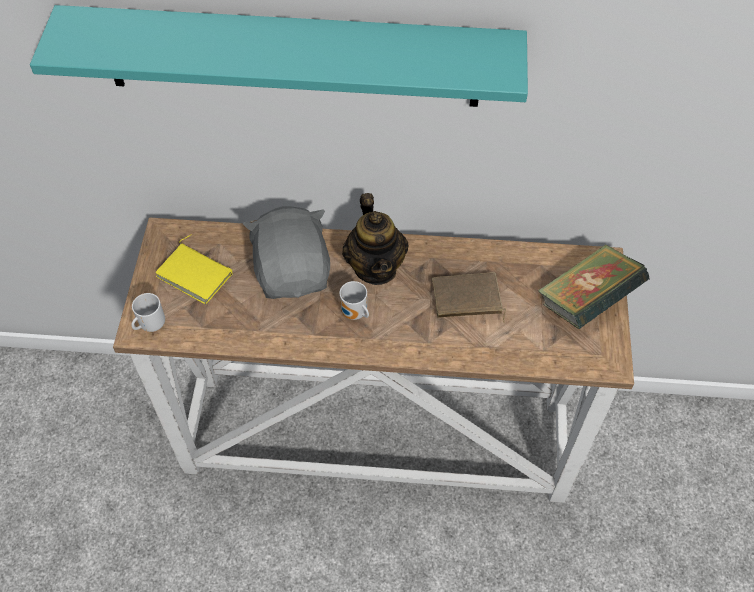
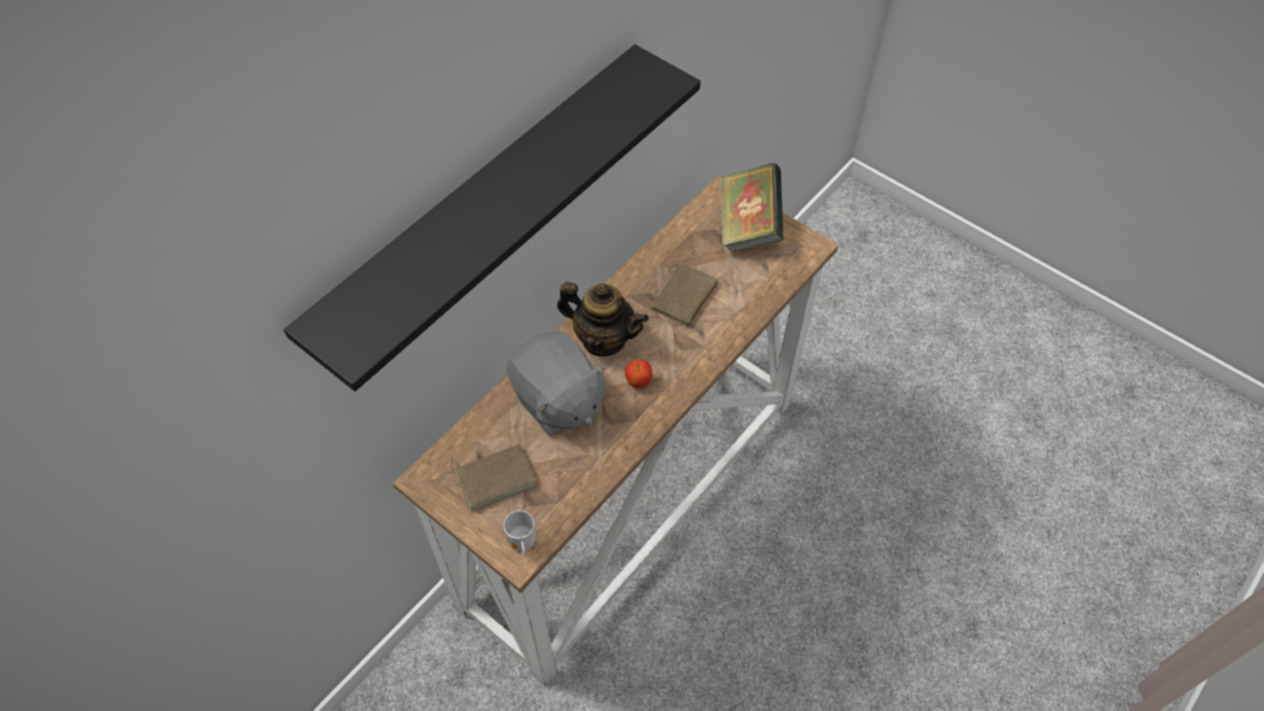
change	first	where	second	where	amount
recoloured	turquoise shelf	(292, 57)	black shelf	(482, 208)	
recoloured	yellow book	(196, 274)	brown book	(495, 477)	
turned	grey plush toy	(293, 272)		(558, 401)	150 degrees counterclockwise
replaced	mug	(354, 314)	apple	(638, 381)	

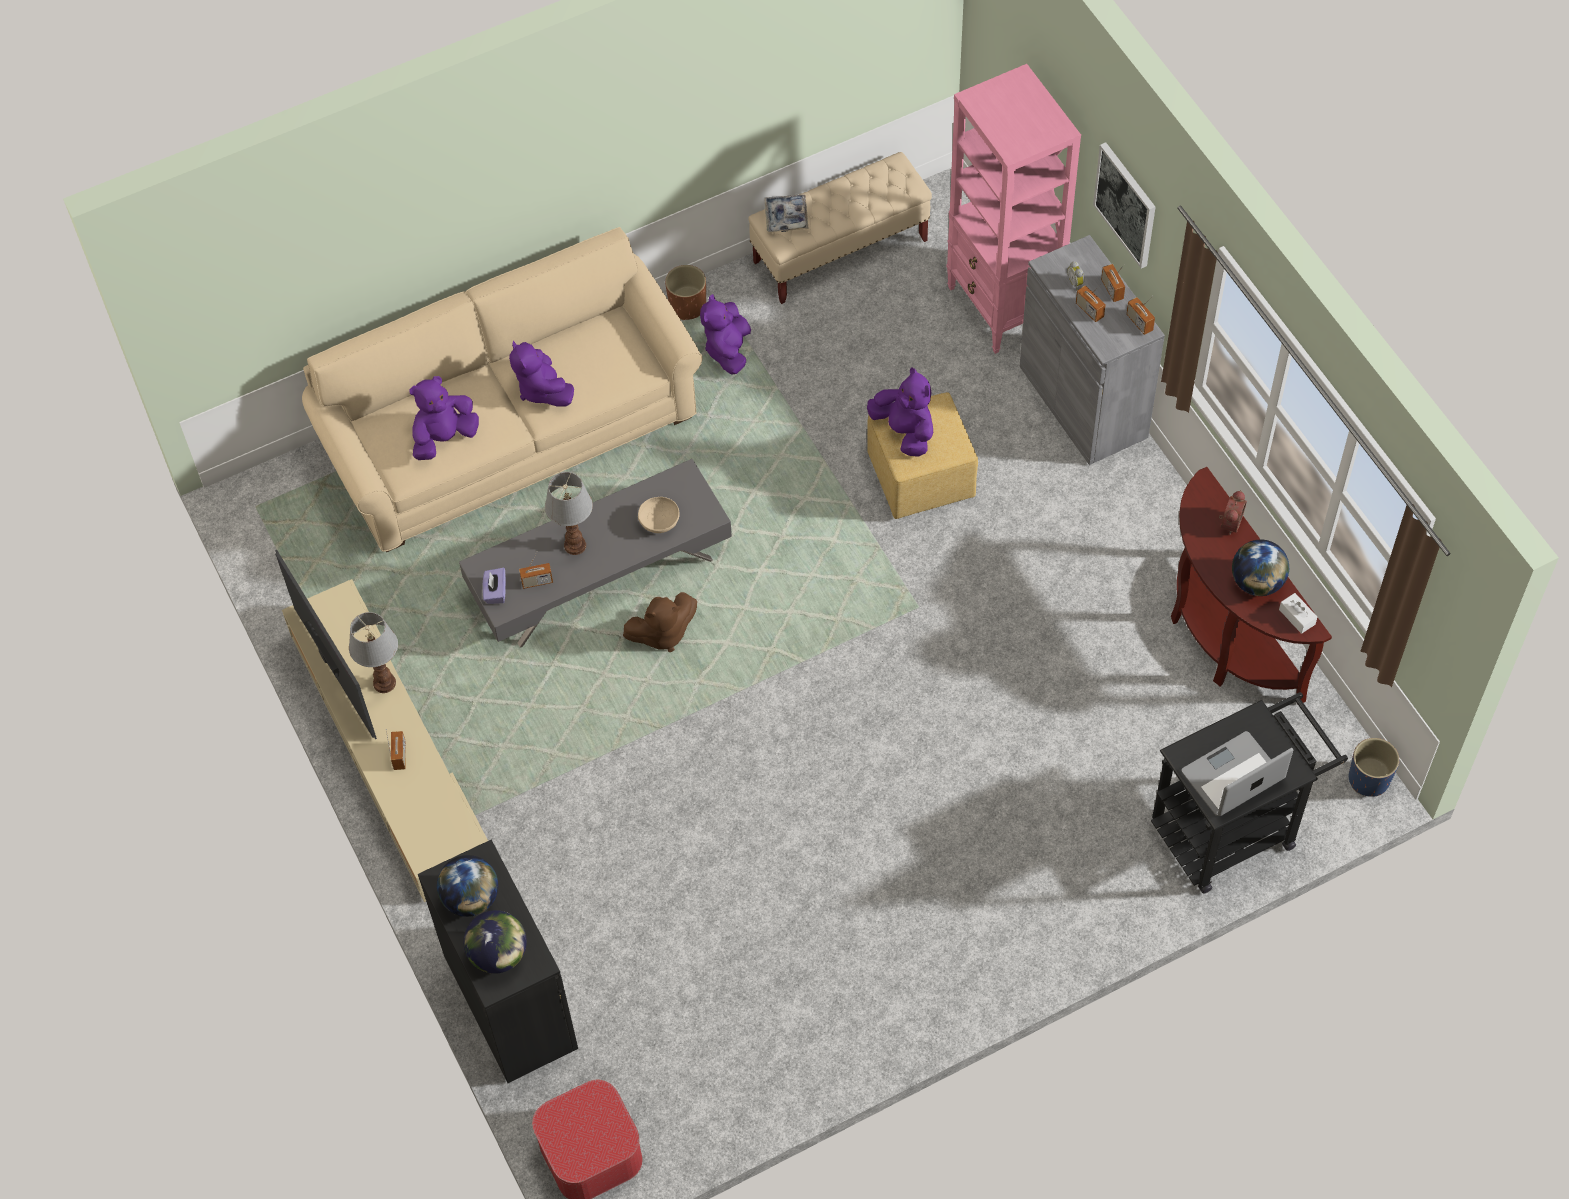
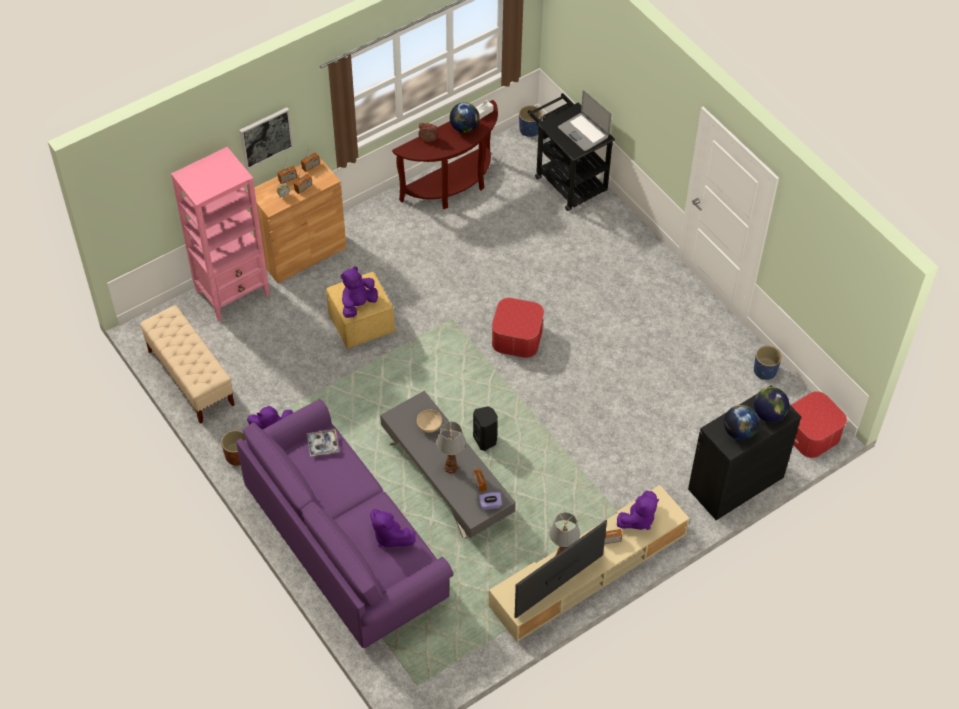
change	first	where	second	where	amount
recoloured	beige sofa	(511, 431)	purple sofa	(344, 541)	
recoloured	grey cabinet	(1083, 402)	brown cabinet	(302, 252)	
moved	tray	(786, 217)		(323, 445)	
replaced	brown plush toy	(662, 633)	black speaker	(485, 440)	
added			ottoman	(517, 337)	
moved	purple plush toy	(542, 389)		(638, 519)	
added			blue planter	(764, 371)	

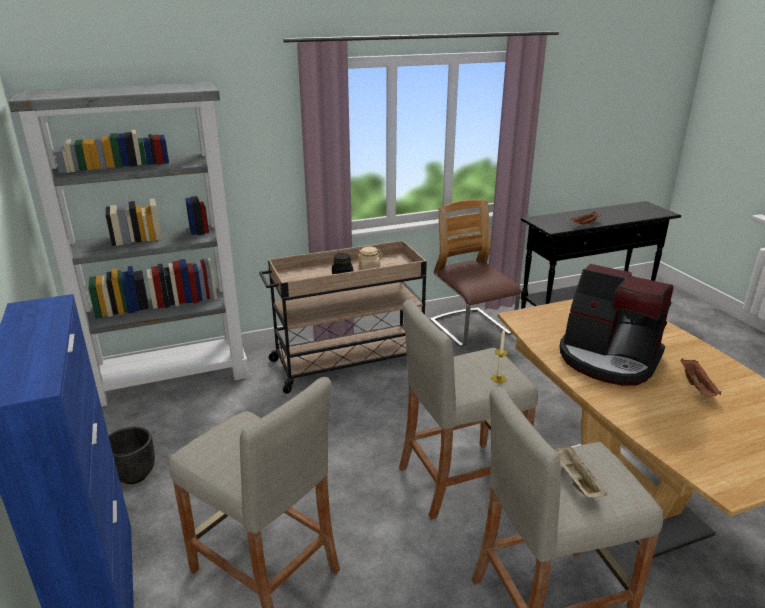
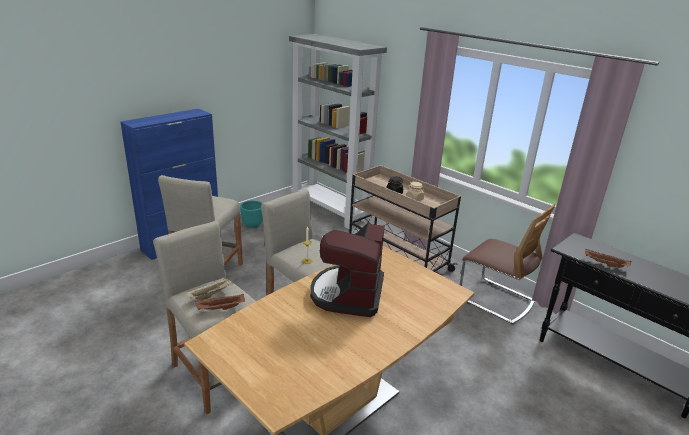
change	first	where	second	where	amount
moved	brown tray	(697, 387)		(220, 309)	
recoloured	black planter	(134, 475)	turquoise planter	(252, 225)	
turned	chair	(471, 329)		(496, 300)	90 degrees clockwise

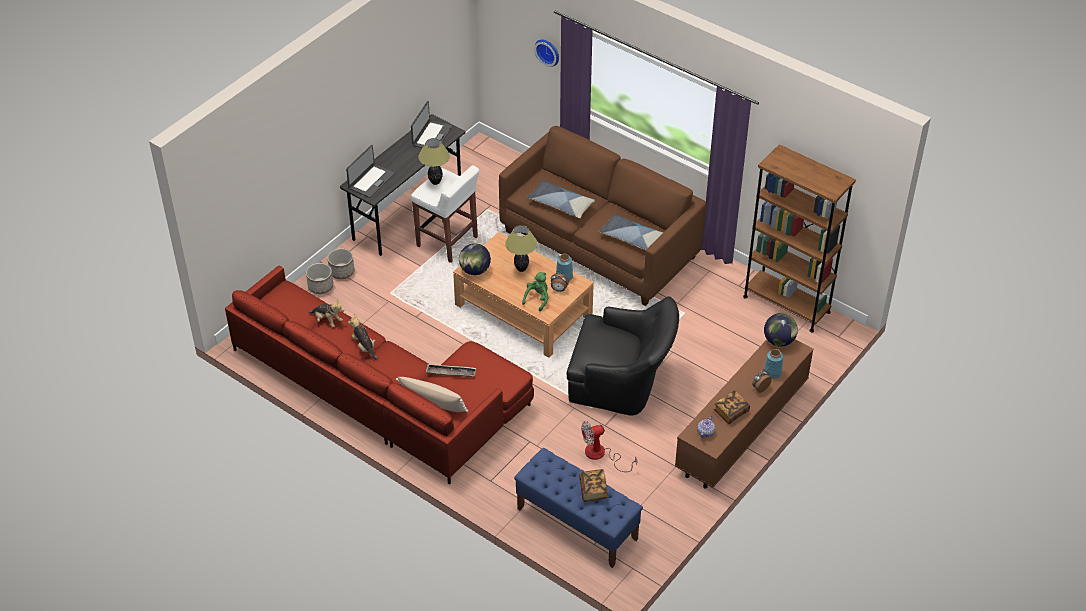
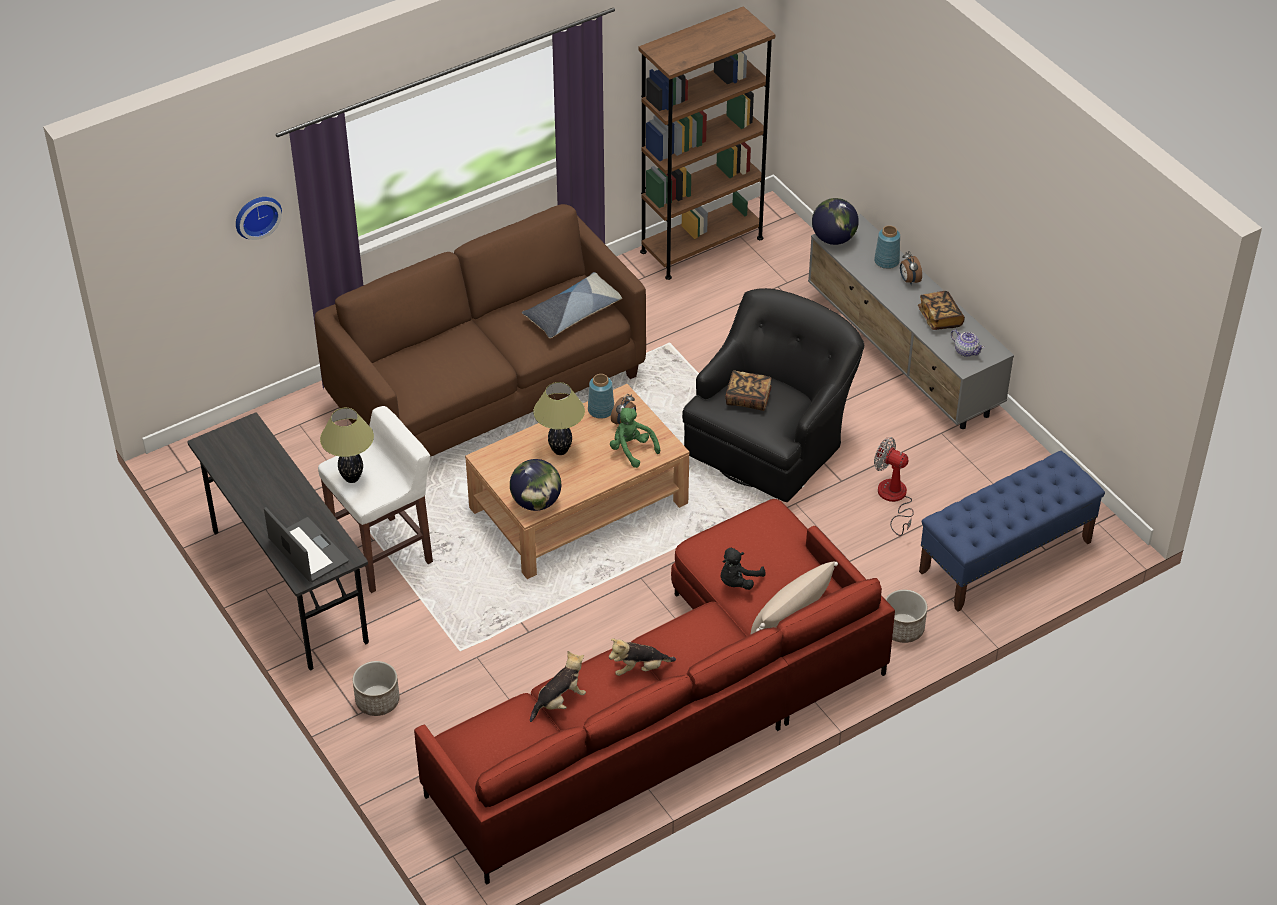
change	first	where	second	where	amount
replaced	tray	(451, 372)	black plush toy	(738, 581)	
moved	book	(593, 490)		(748, 398)	
recoloured	brown tv stand	(740, 430)	grey tv stand	(903, 354)	
turned	fan	(601, 455)		(894, 499)	120 degrees clockwise
moved	planter	(320, 286)		(902, 628)	
removed	laptop	(431, 136)			
removed	pillow	(561, 204)			

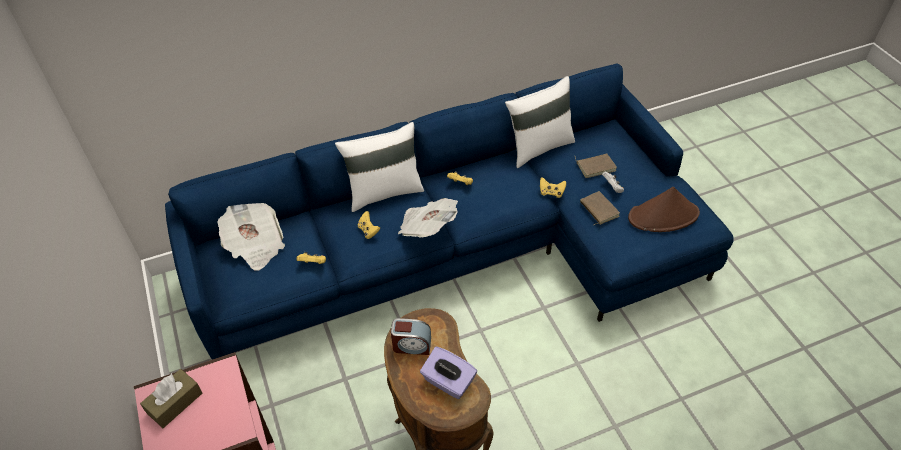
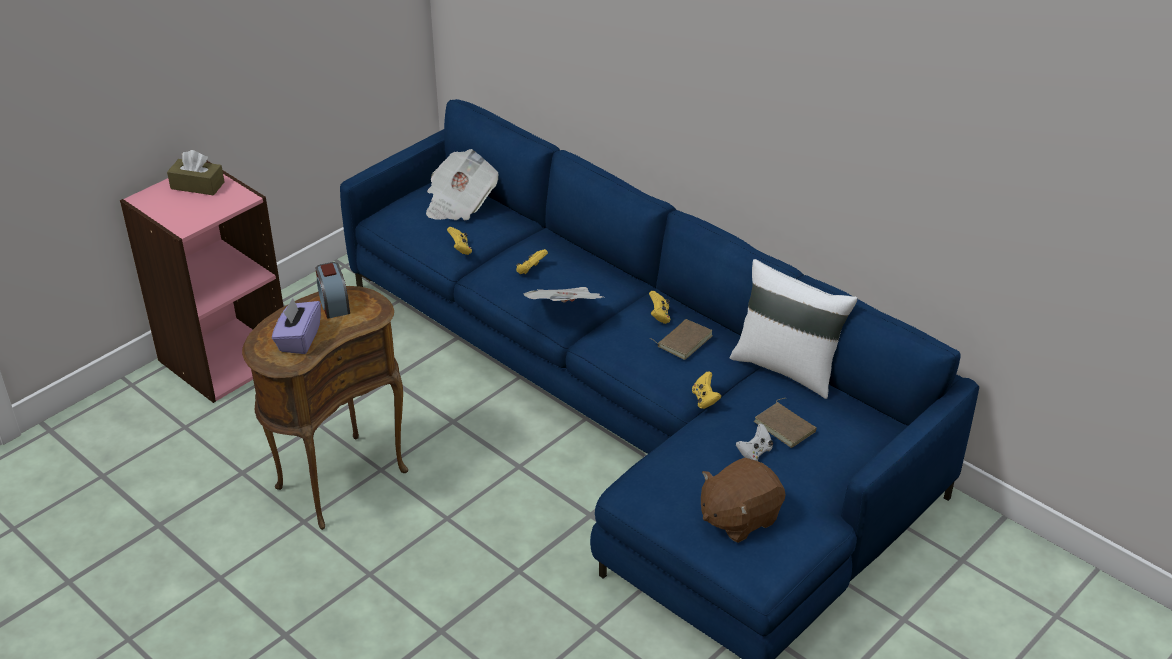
change	first	where	second	where	amount
moved	brown book	(598, 210)		(683, 341)	
replaced	brown hat	(663, 216)	brown plush toy	(738, 517)	
removed	white pillow	(384, 192)			

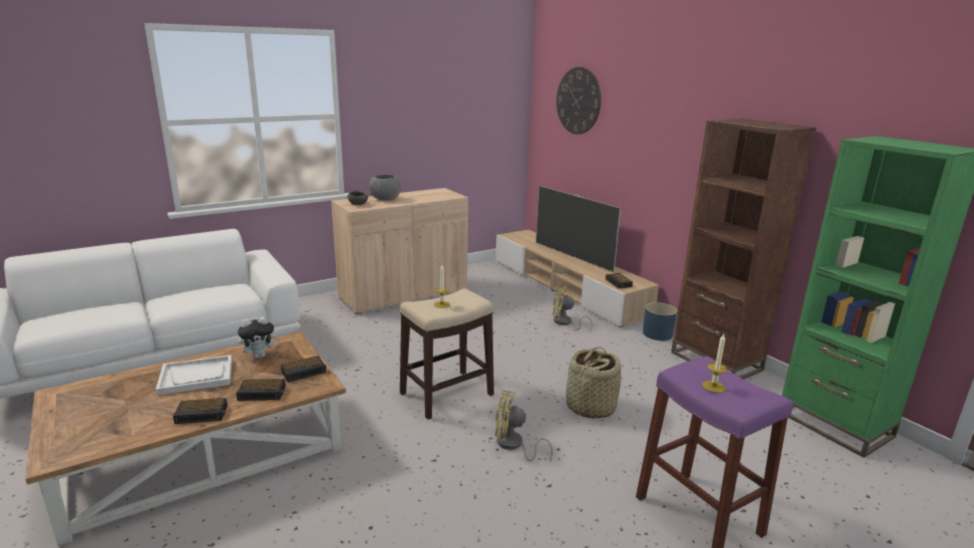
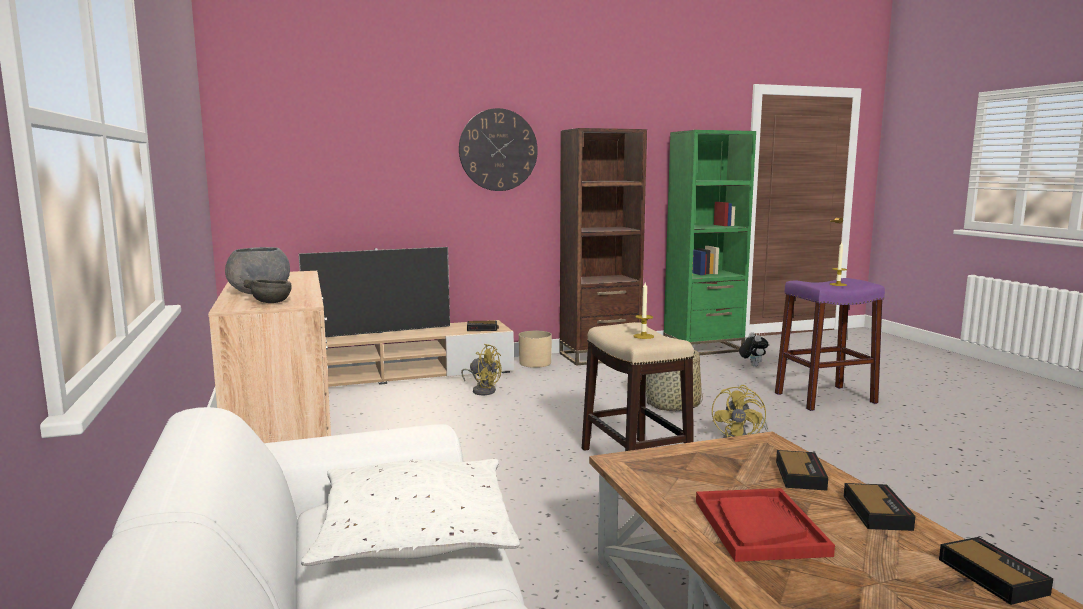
change	first	where	second	where	amount
added			white pillow	(414, 532)	
moved	wall clock	(578, 101)		(498, 150)	
turned	yellow fan	(565, 323)		(483, 390)	90 degrees counterclockwise
recoloured	blue planter	(657, 334)	beige planter	(535, 363)	
recoloured	white tray	(196, 376)	red tray	(759, 527)	
moved	plush toy	(260, 356)		(752, 365)	
moved	alarm clock	(304, 371)		(990, 575)	

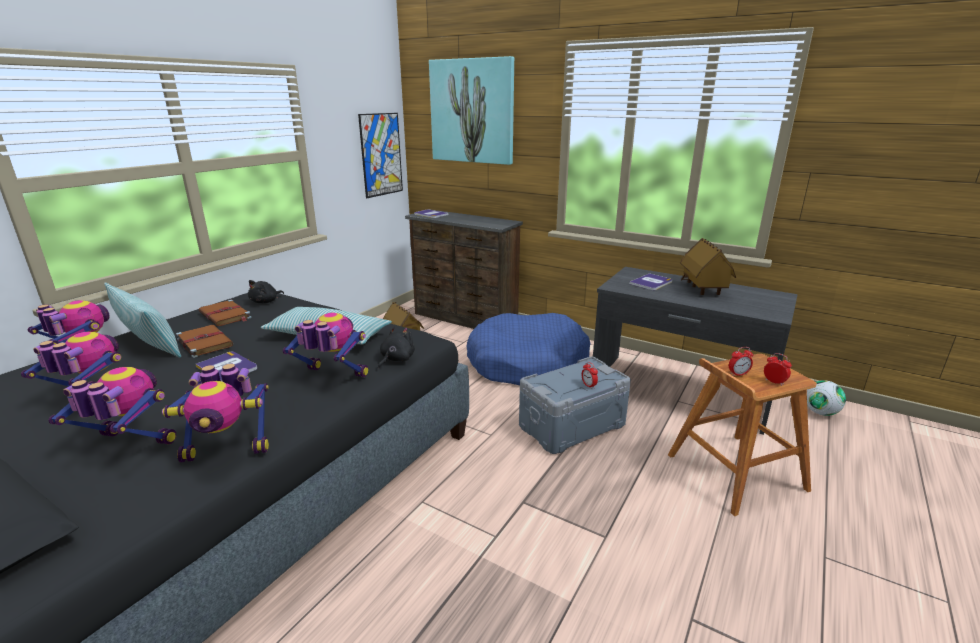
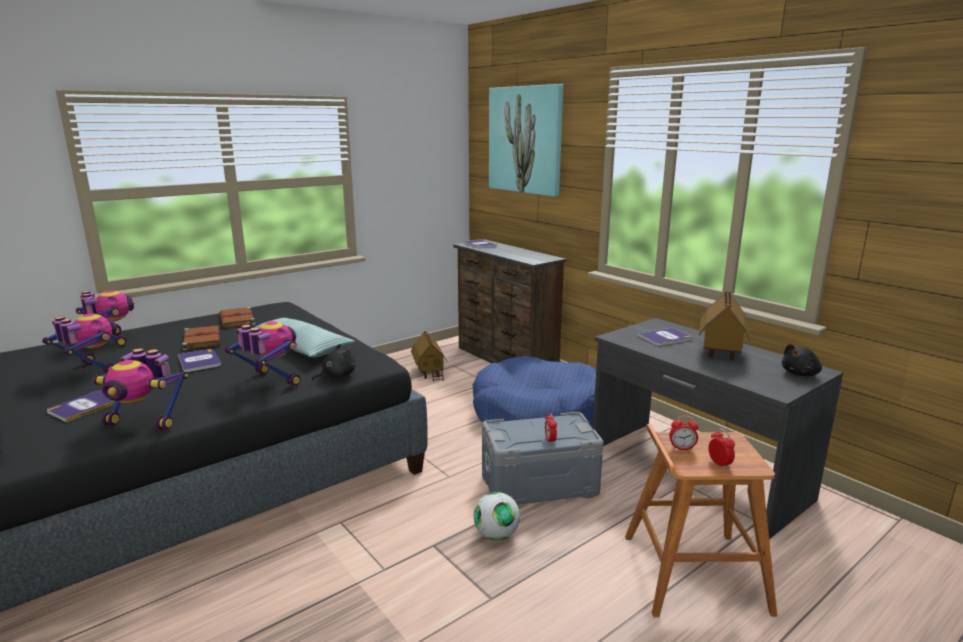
change	first	where	second	where	amount
replaced	toy robot	(130, 445)	book	(85, 406)	
moved	football	(820, 412)		(496, 535)	
moved	black plush toy	(266, 302)		(800, 374)	
removed	pillow	(149, 343)			
removed	picture	(381, 155)			

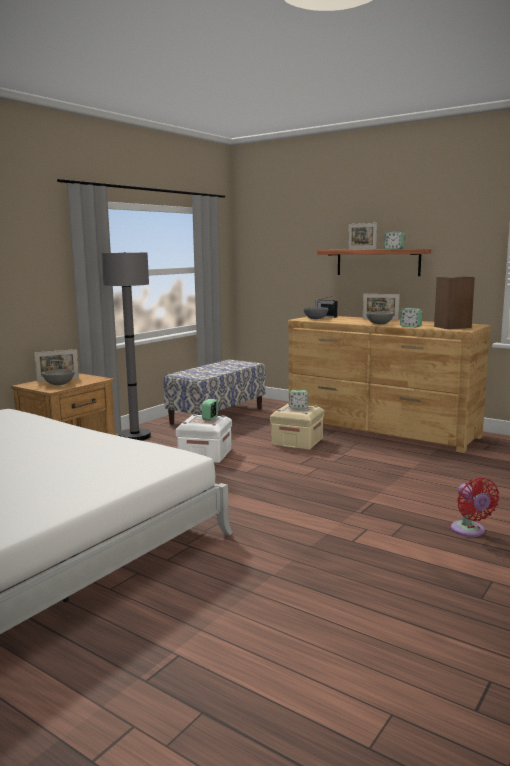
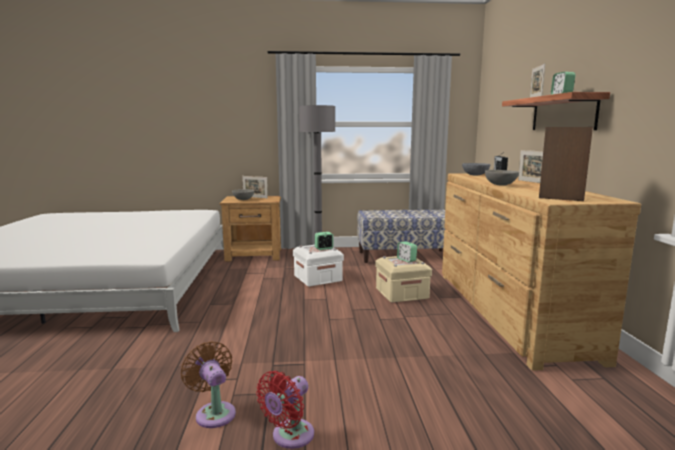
change	first	where	second	where	amount
added			brown fan	(214, 412)	
removed	alarm clock	(410, 326)			

